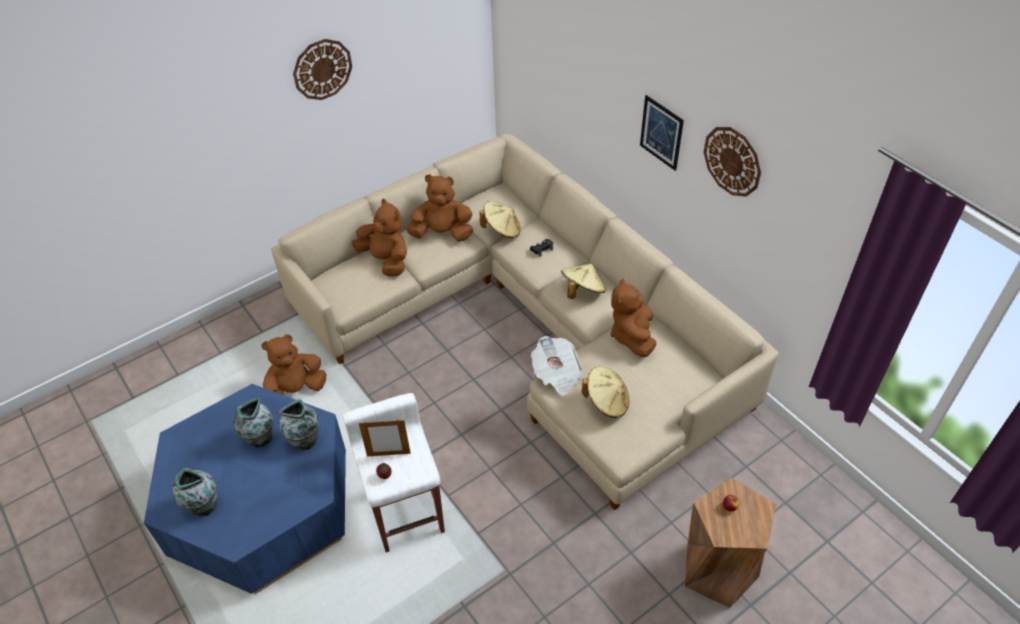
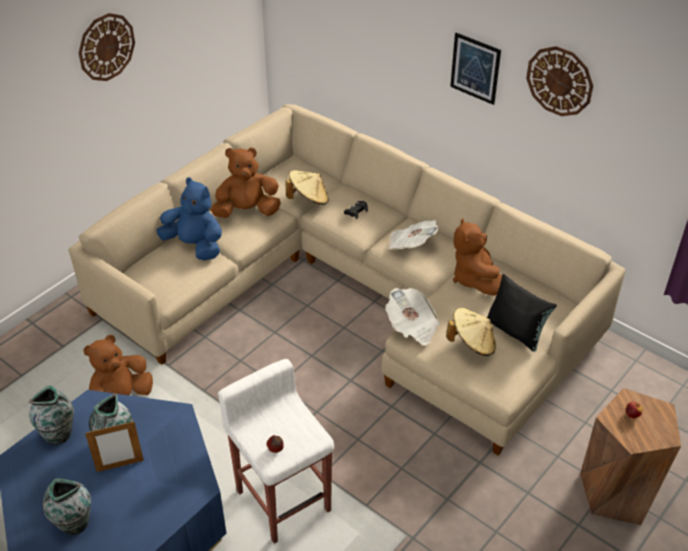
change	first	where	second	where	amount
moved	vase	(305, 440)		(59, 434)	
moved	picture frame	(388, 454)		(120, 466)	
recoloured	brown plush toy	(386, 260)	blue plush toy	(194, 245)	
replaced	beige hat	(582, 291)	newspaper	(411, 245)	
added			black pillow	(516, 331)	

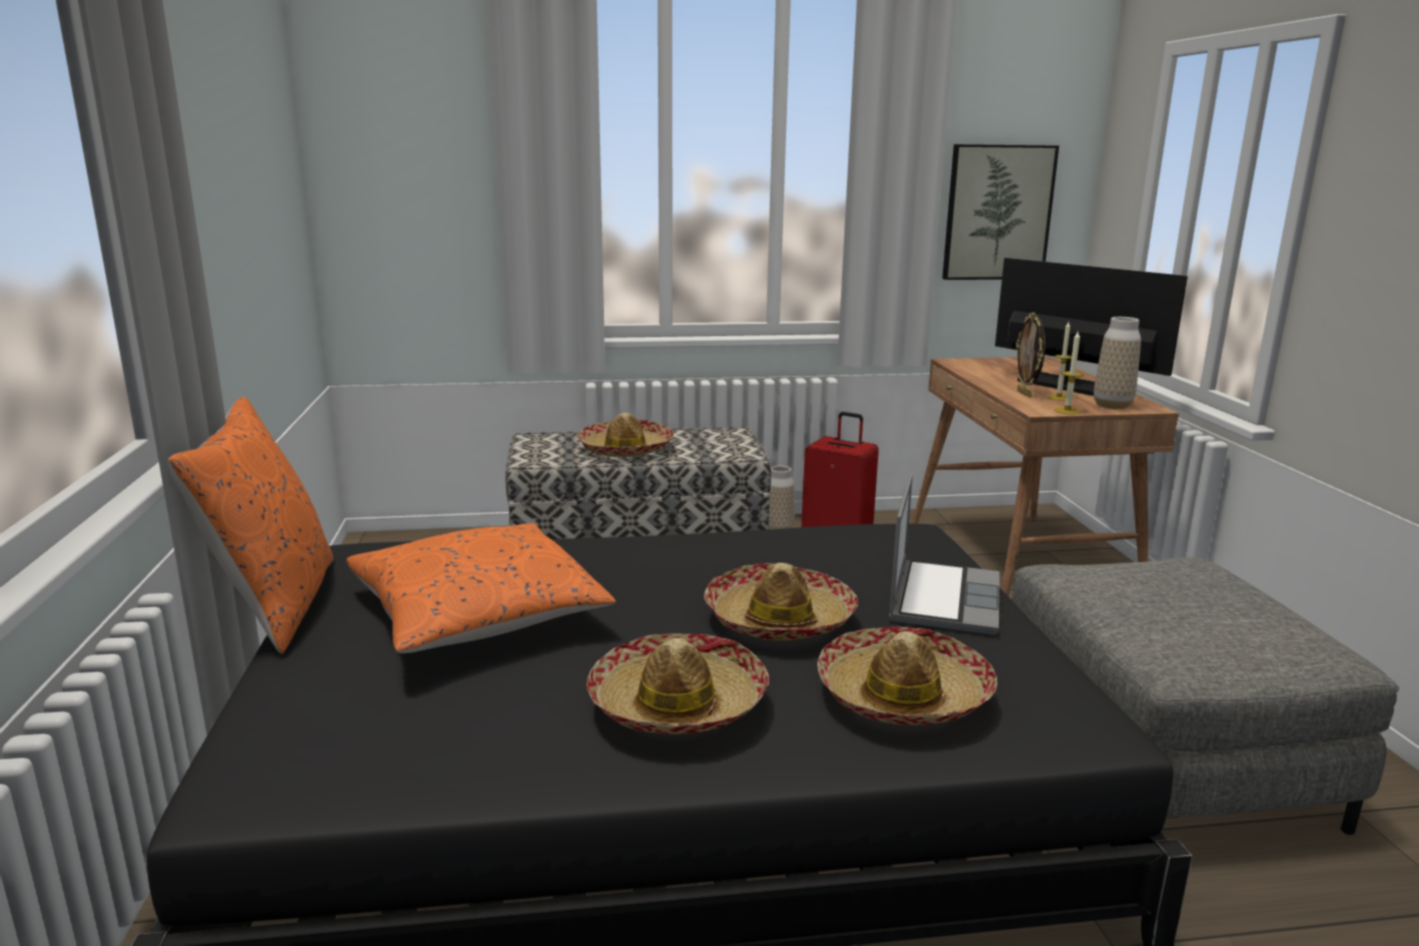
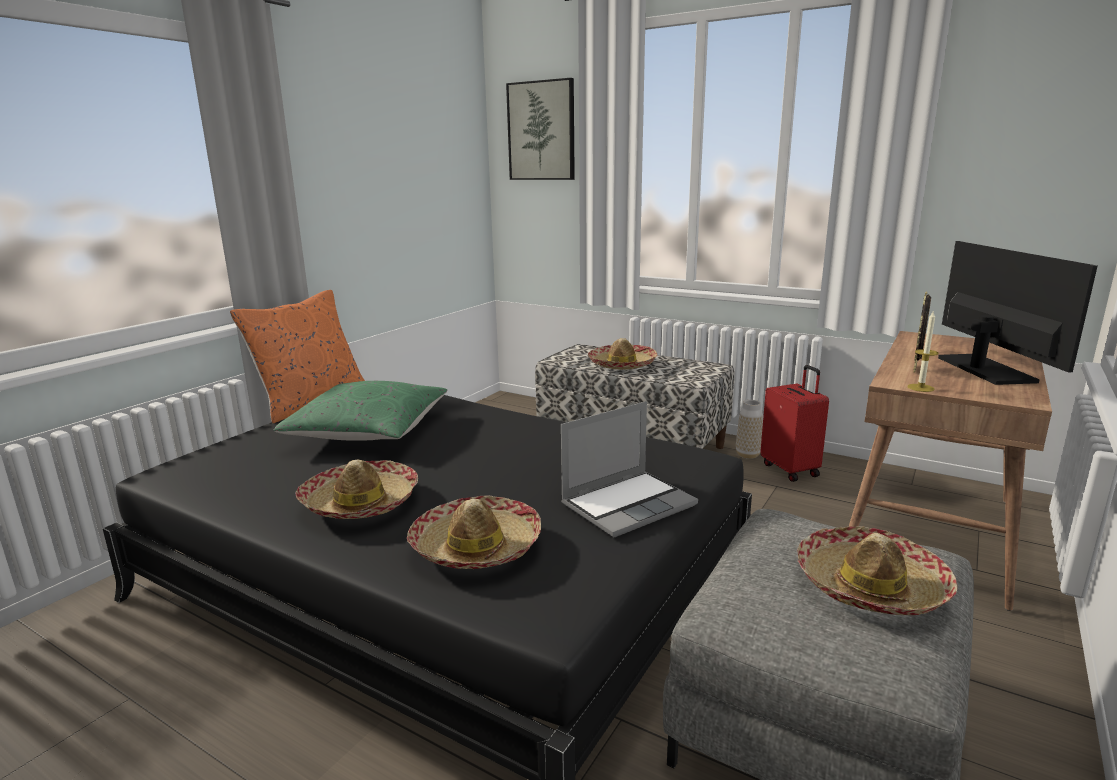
change	first	where	second	where	amount
recoloured	orange pillow	(478, 615)	green pillow	(369, 431)	
moved	picture	(997, 213)		(542, 131)	
moved	hat	(780, 619)		(871, 586)	
removed	candle	(1058, 397)			
removed	vase	(1112, 405)			

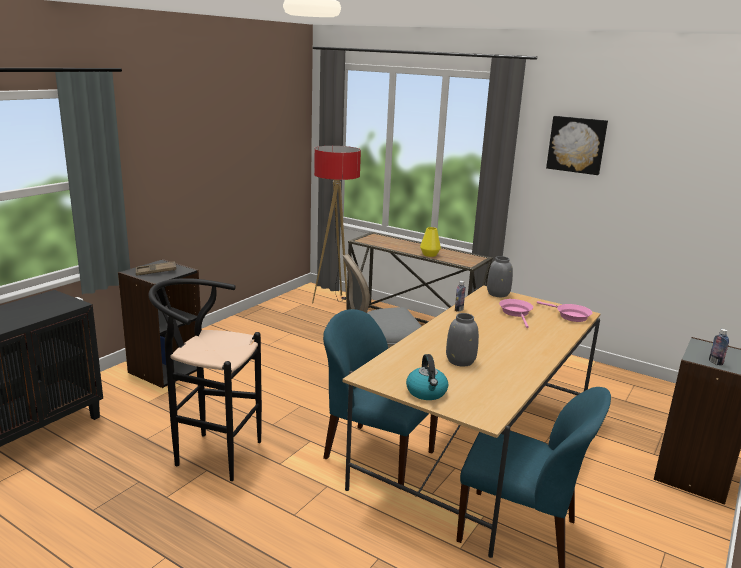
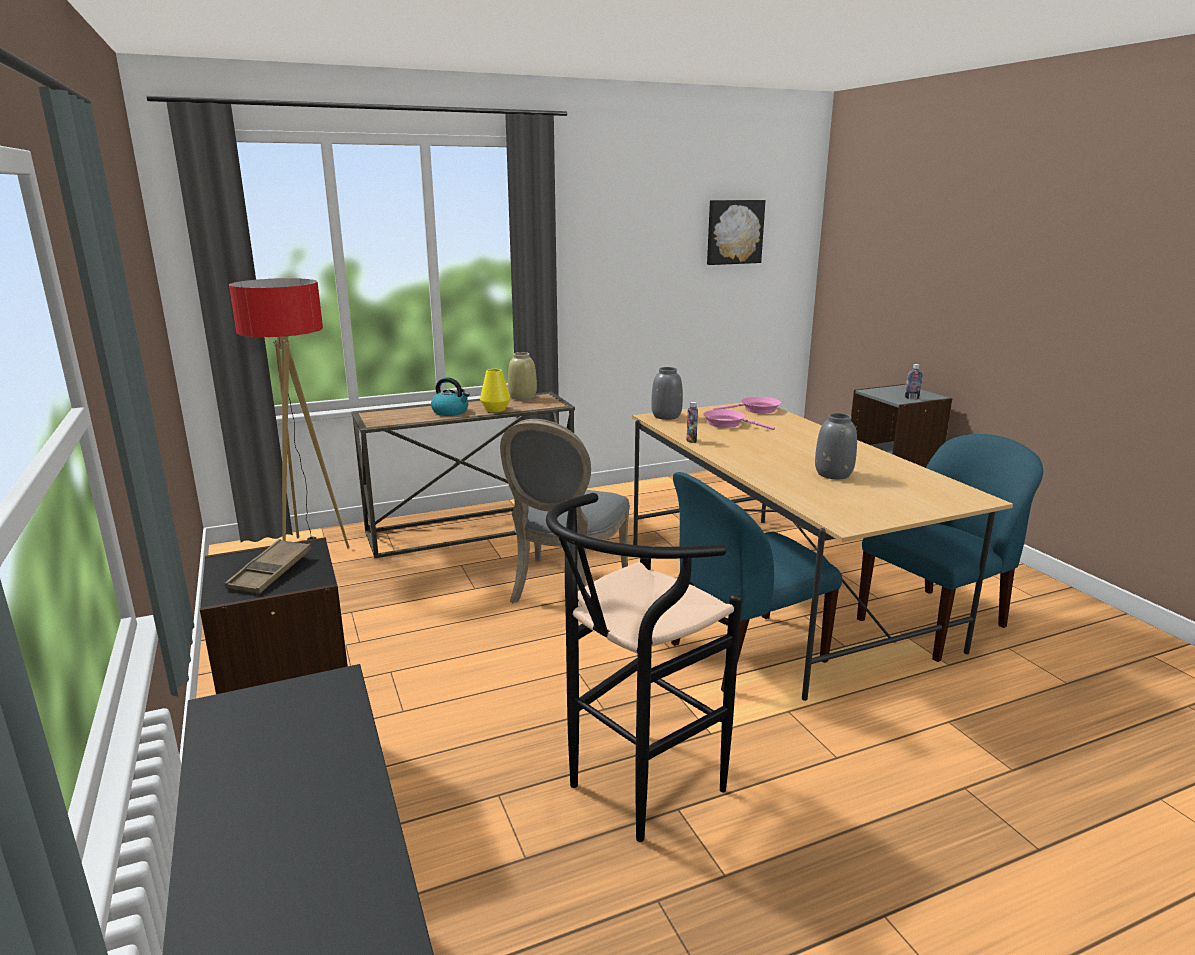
change	first	where	second	where	amount
moved	kettle	(427, 392)		(451, 412)	
added			beige vase	(523, 397)	
moved	picture	(577, 144)		(734, 232)	

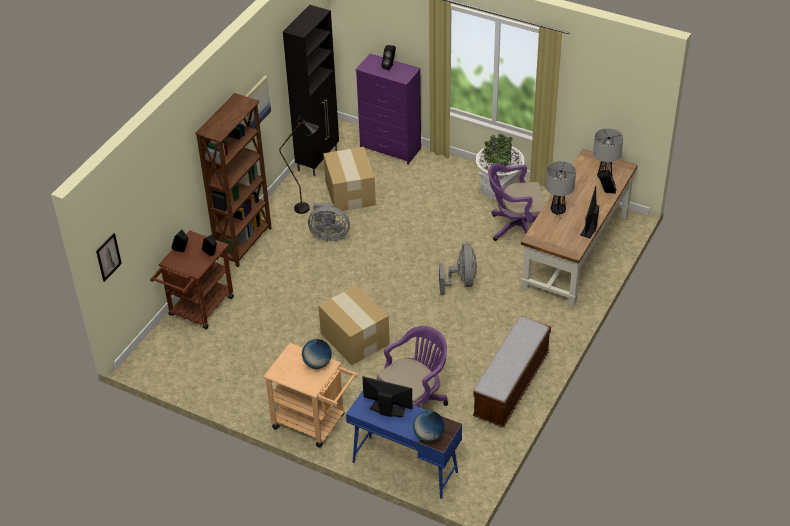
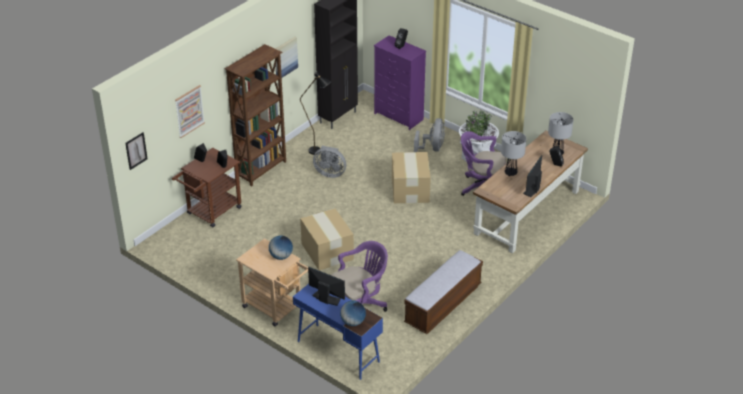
change	first	where	second	where	amount
added			picture	(189, 111)	
moved	cardboard box	(350, 192)		(410, 189)	
moved	grey fan	(461, 282)		(432, 148)	

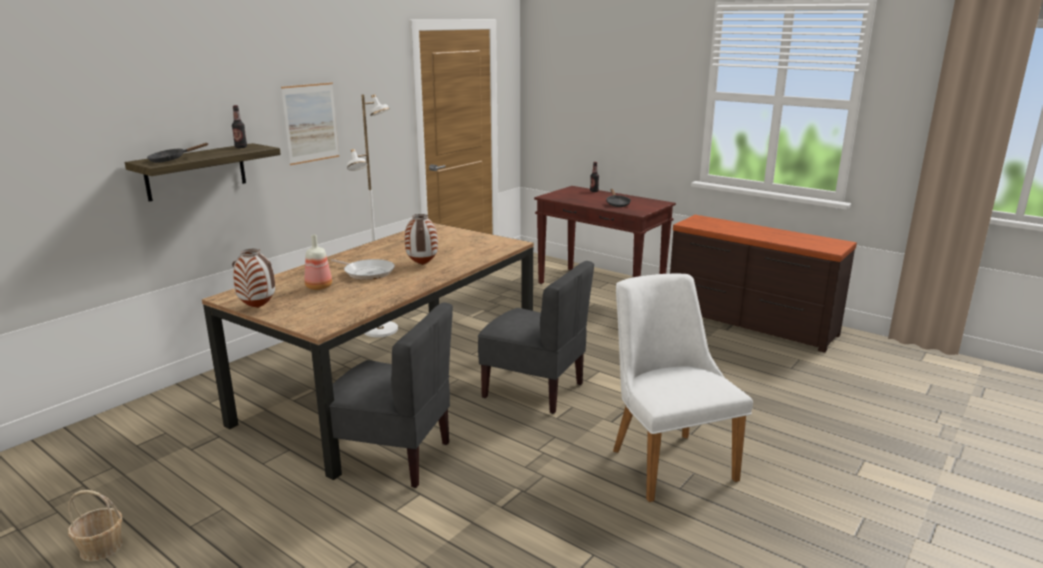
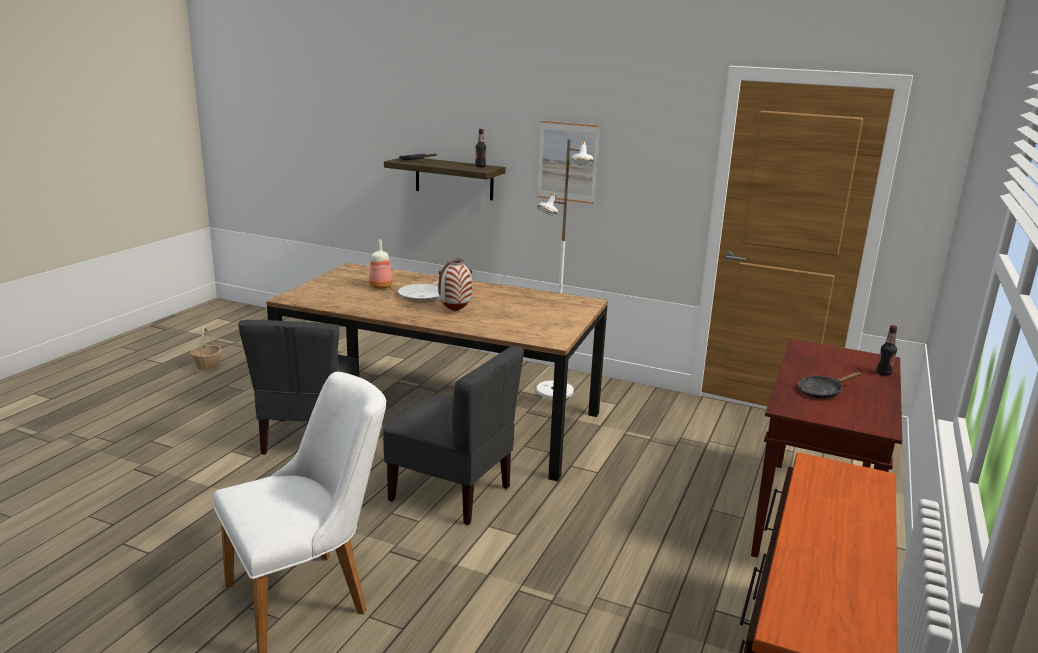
change	first	where	second	where	amount
turned	grey chair	(534, 390)		(452, 493)	75 degrees counterclockwise
removed	vase	(258, 307)			

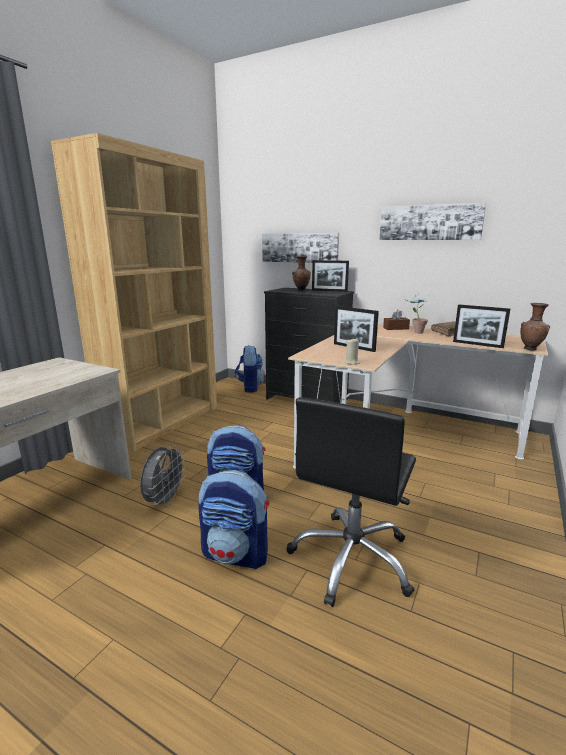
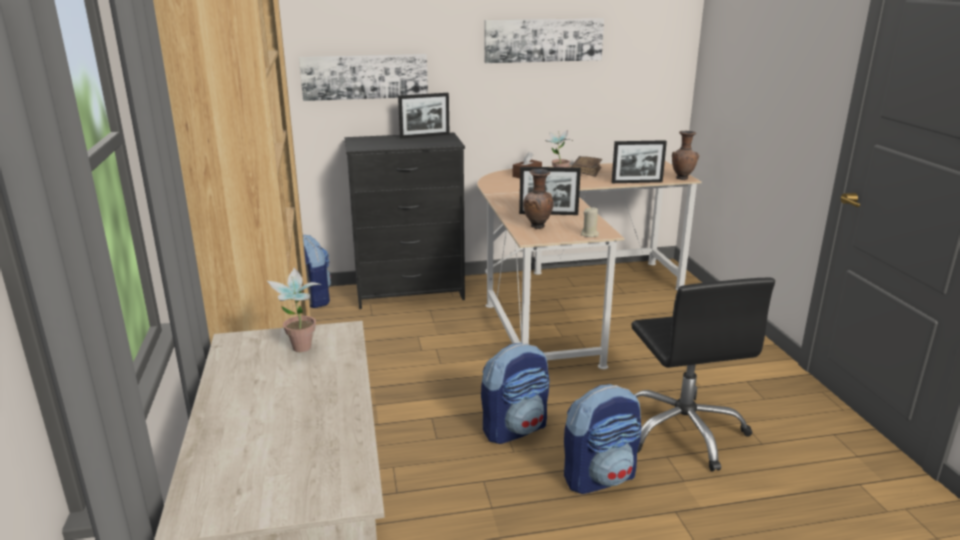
change	first	where	second	where	amount
added			potted plant	(301, 351)	
moved	brown vase	(301, 290)		(537, 227)	
removed	grey fan	(165, 501)			

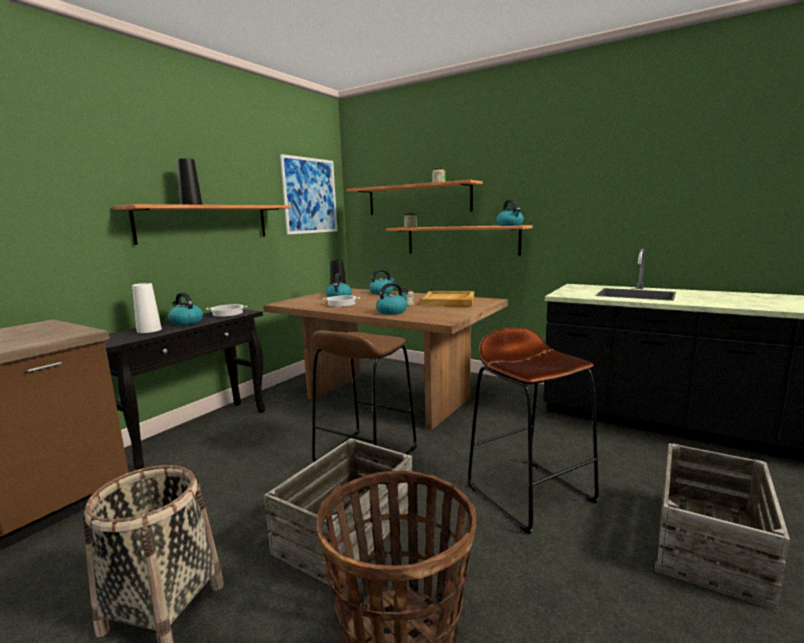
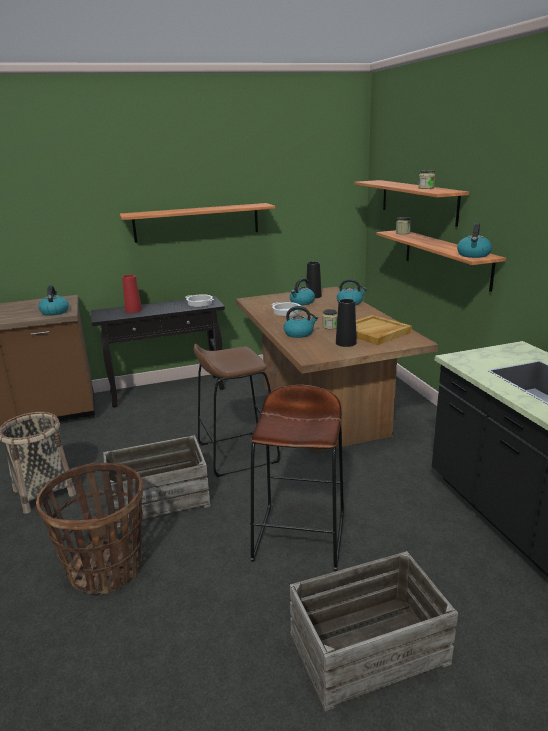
change	first	where	second	where	amount
moved	kettle	(186, 322)		(54, 312)	
recoloured	white vase	(149, 330)	red vase	(133, 310)	
moved	black vase	(191, 205)		(346, 343)	
removed	picture	(310, 196)			

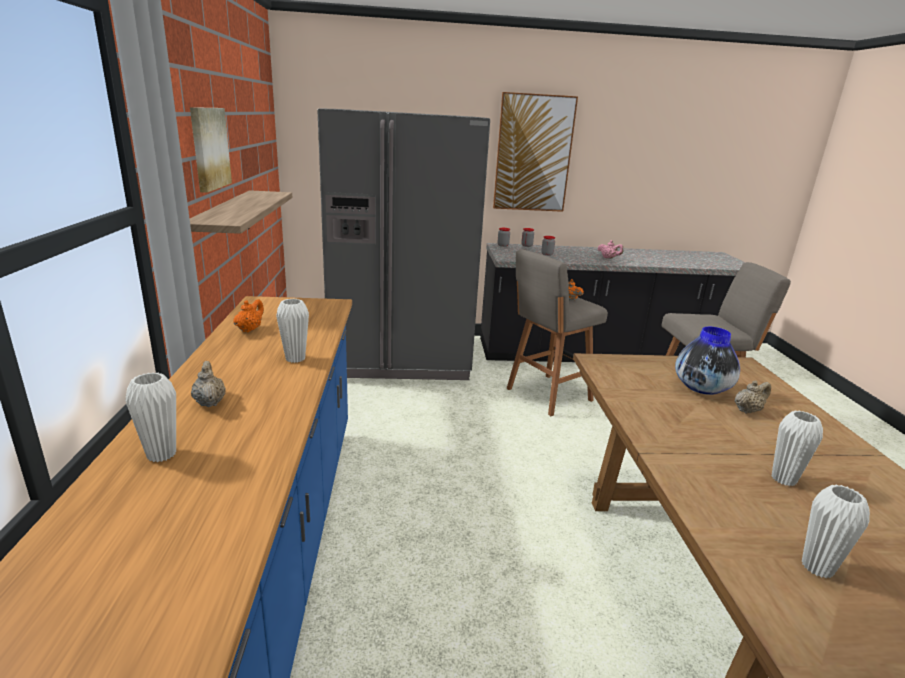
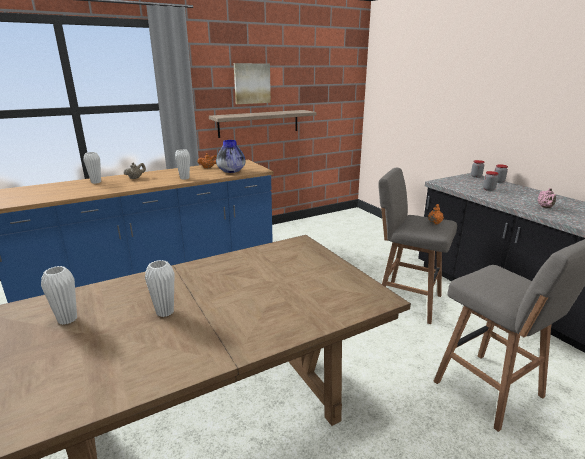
change	first	where	second	where	amount
moved	vase	(701, 388)		(231, 171)	
removed	grey fridge	(401, 356)			
removed	picture	(533, 154)			
removed	beige teapot	(747, 410)			

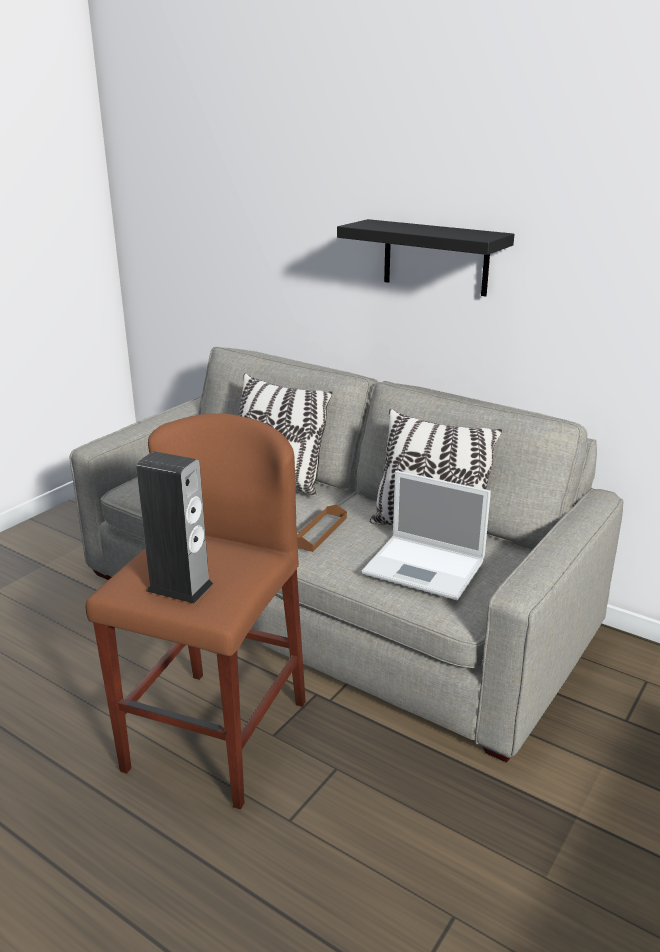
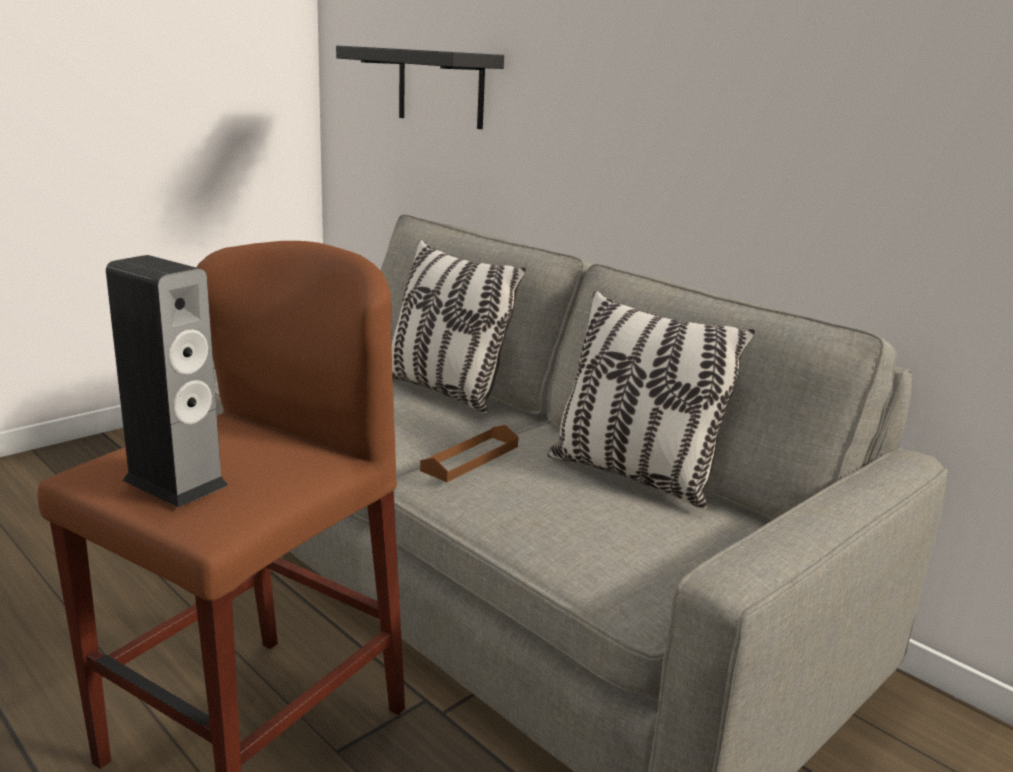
change	first	where	second	where	amount
moved	black shelf	(435, 257)		(440, 87)	
removed	laptop	(426, 567)			

